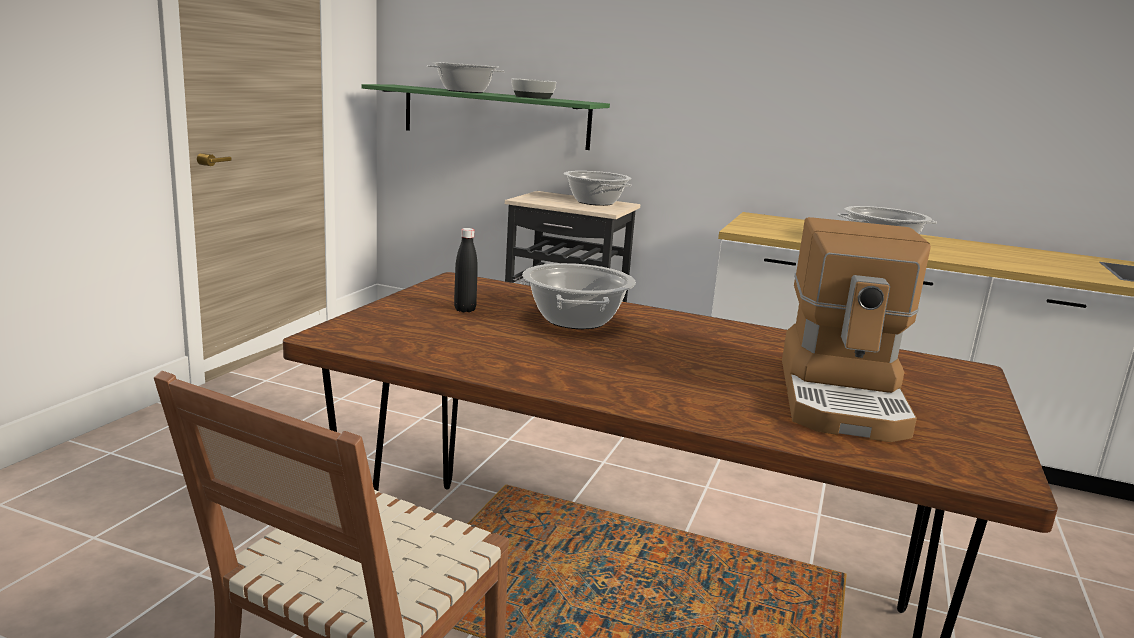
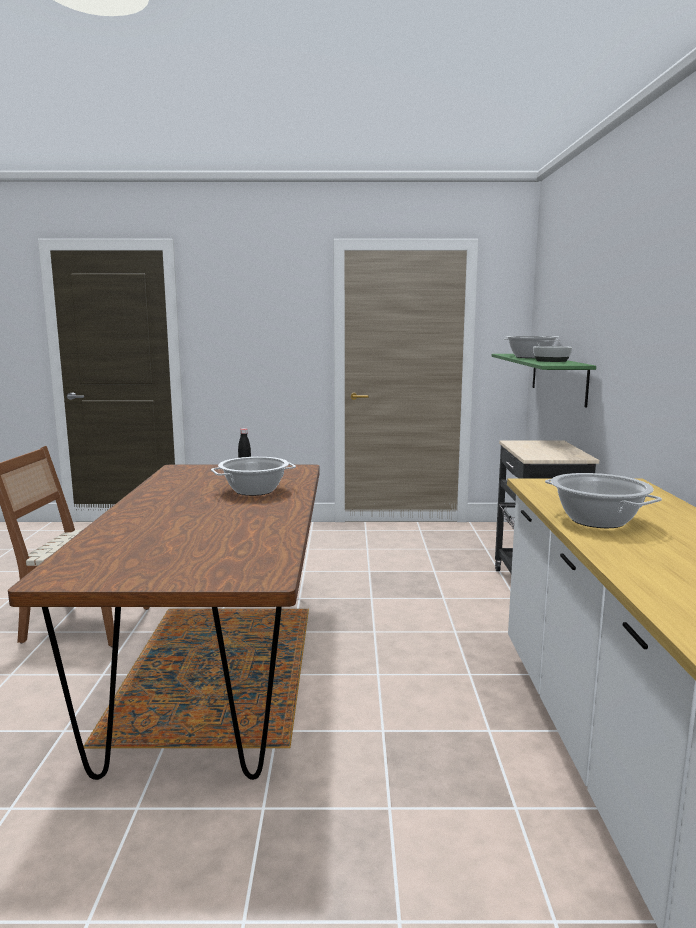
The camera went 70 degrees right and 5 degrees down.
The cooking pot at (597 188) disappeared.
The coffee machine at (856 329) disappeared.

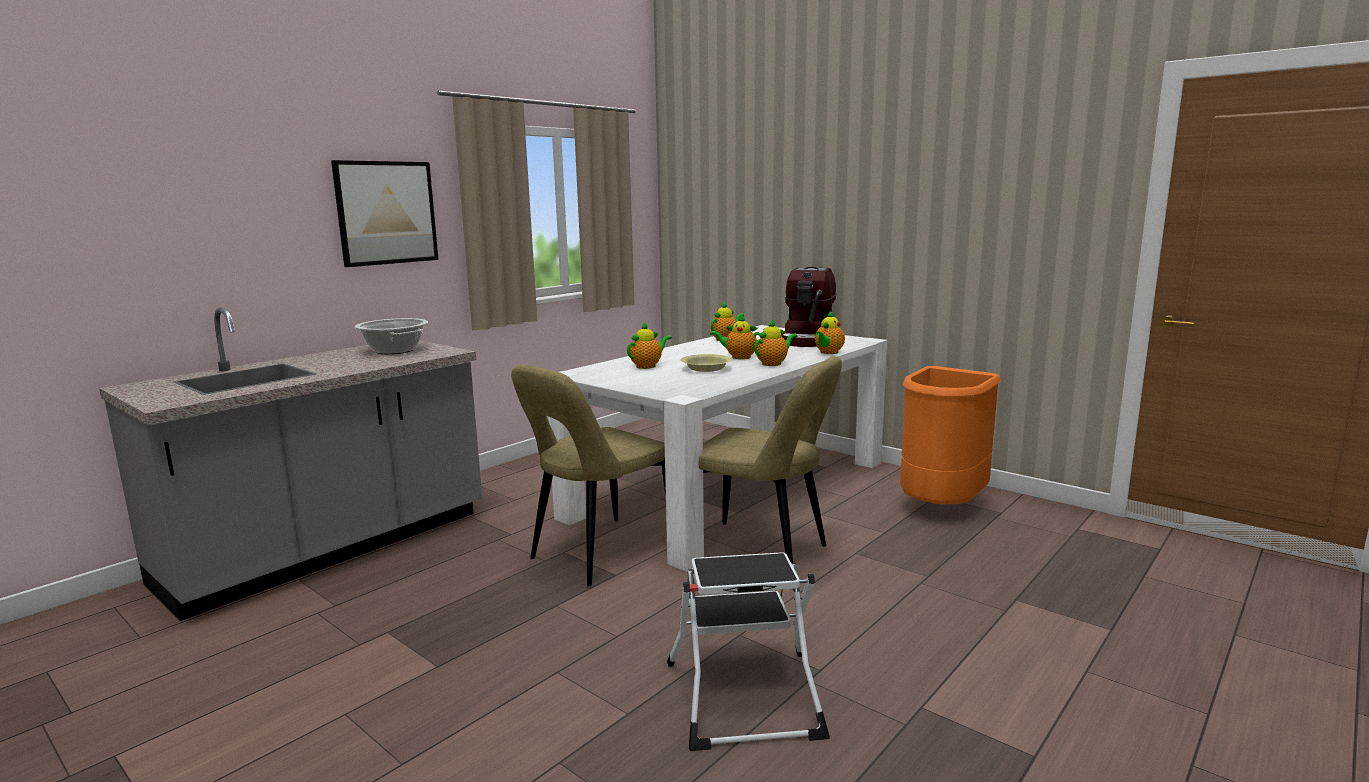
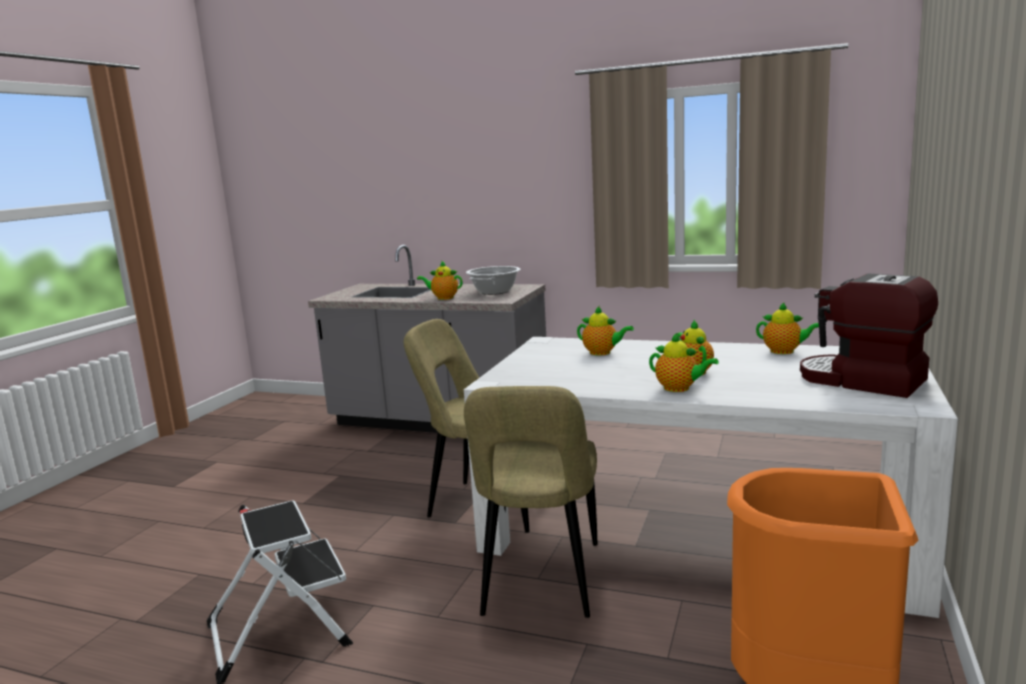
The camera went 70 degrees right and 0 degrees up.
The teapot moved from (830 332) to (440 280).
The coffee machine at (808 307) turned 45 degrees clockwise.
The picture at (385 213) disappeared.
The yellow bowl at (706 363) disappeared.

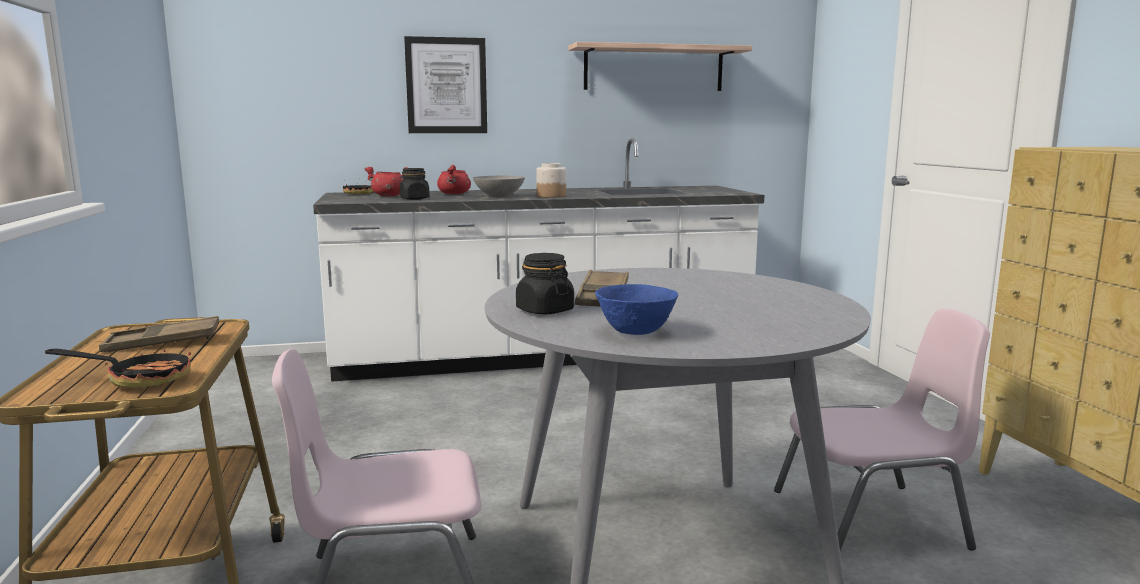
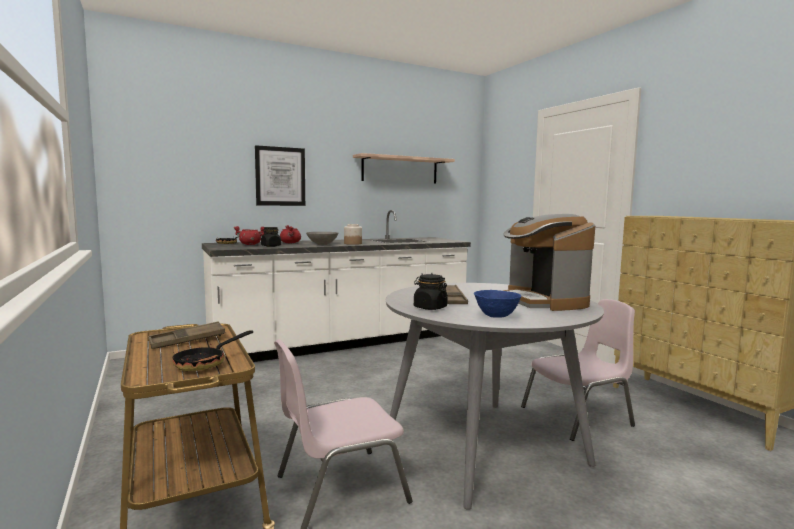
The camera went 15 degrees left and 5 degrees down.
The frying pan at (118 365) turned 135 degrees clockwise.
The coffee machine at (549 262) appeared.

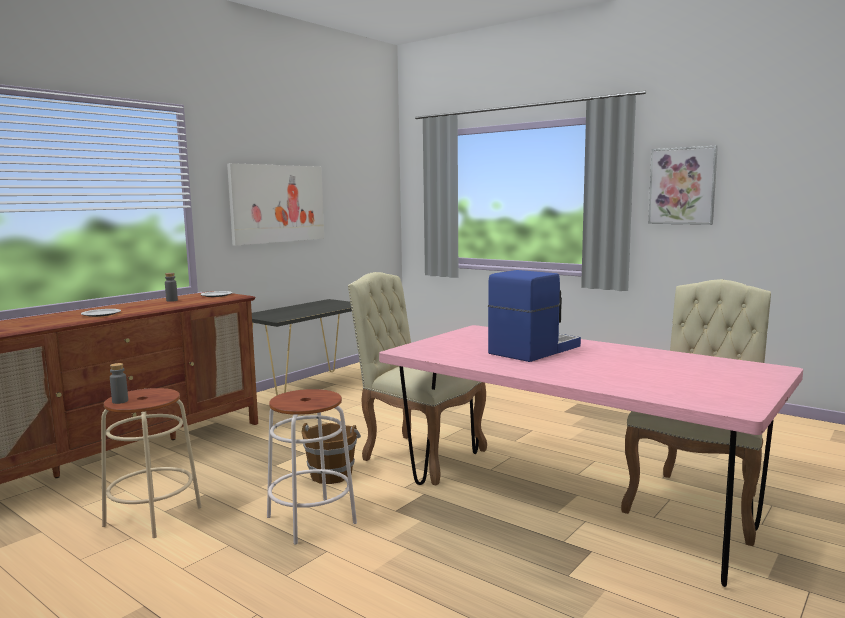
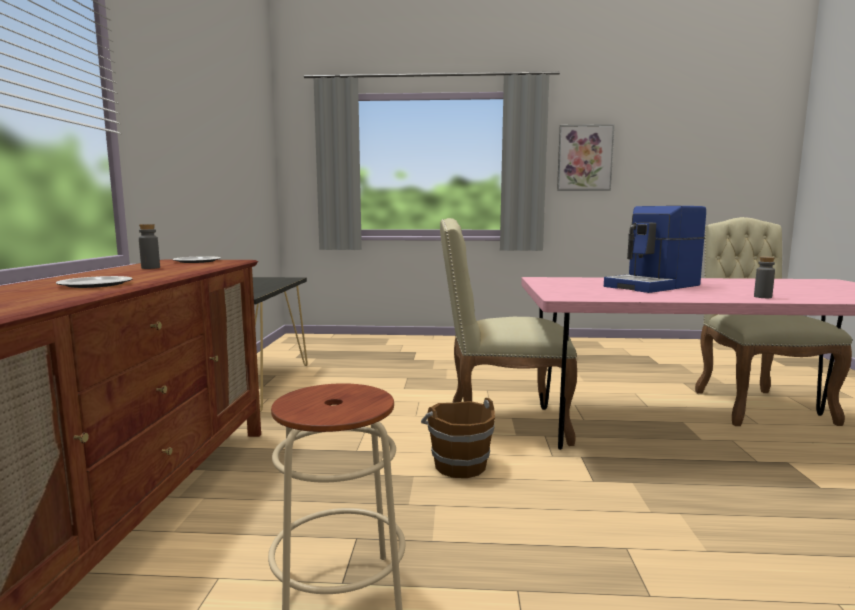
The camera went 35 degrees left and 0 degrees up.
The coffee machine at (534 316) turned 135 degrees counterclockwise.
The grey bottle moved from (119 383) to (764 277).
The picture at (275 204) disappeared.
The white stool at (312 467) disappeared.

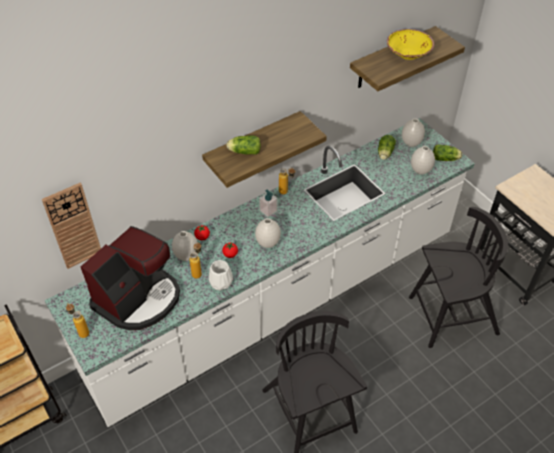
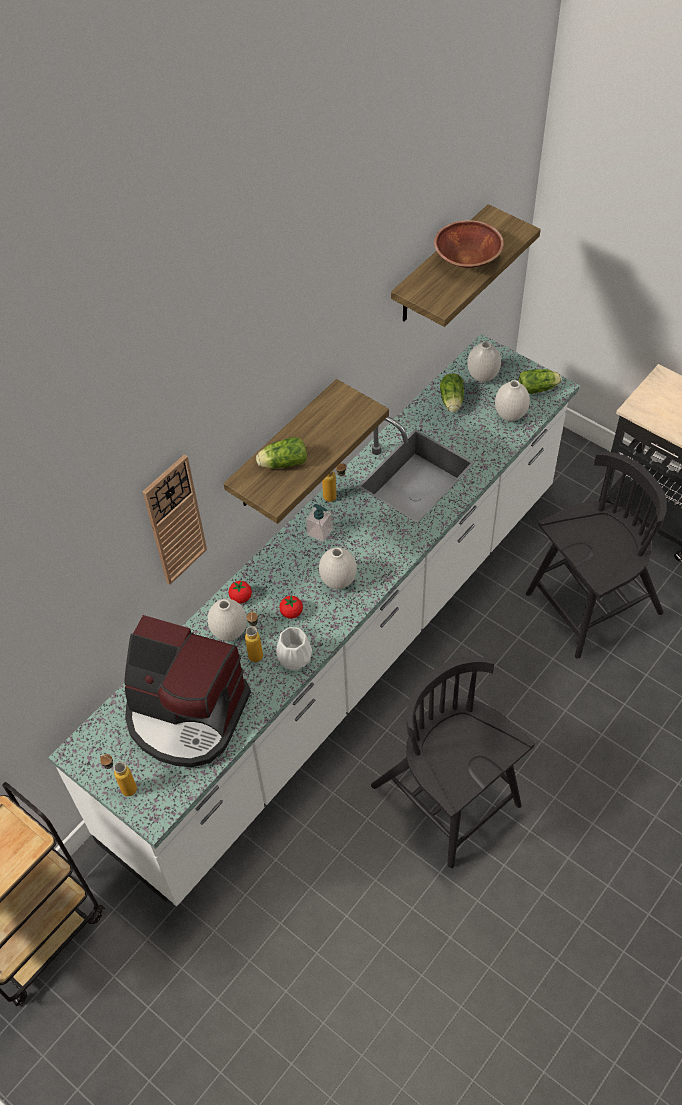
The camera went 15 degrees left and 5 degrees up.
The coffee machine at (130 278) turned 90 degrees clockwise.
The wall clock moved from (71 226) to (174 519).
The yellow bowl at (410 44) became the brown bowl at (469 244).

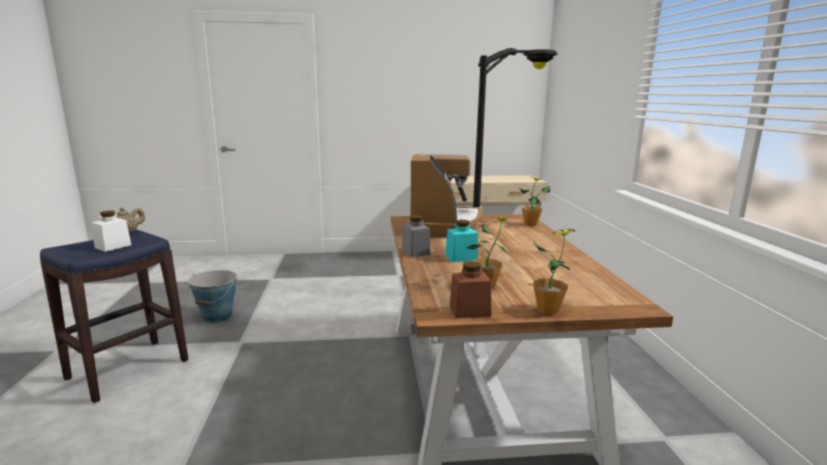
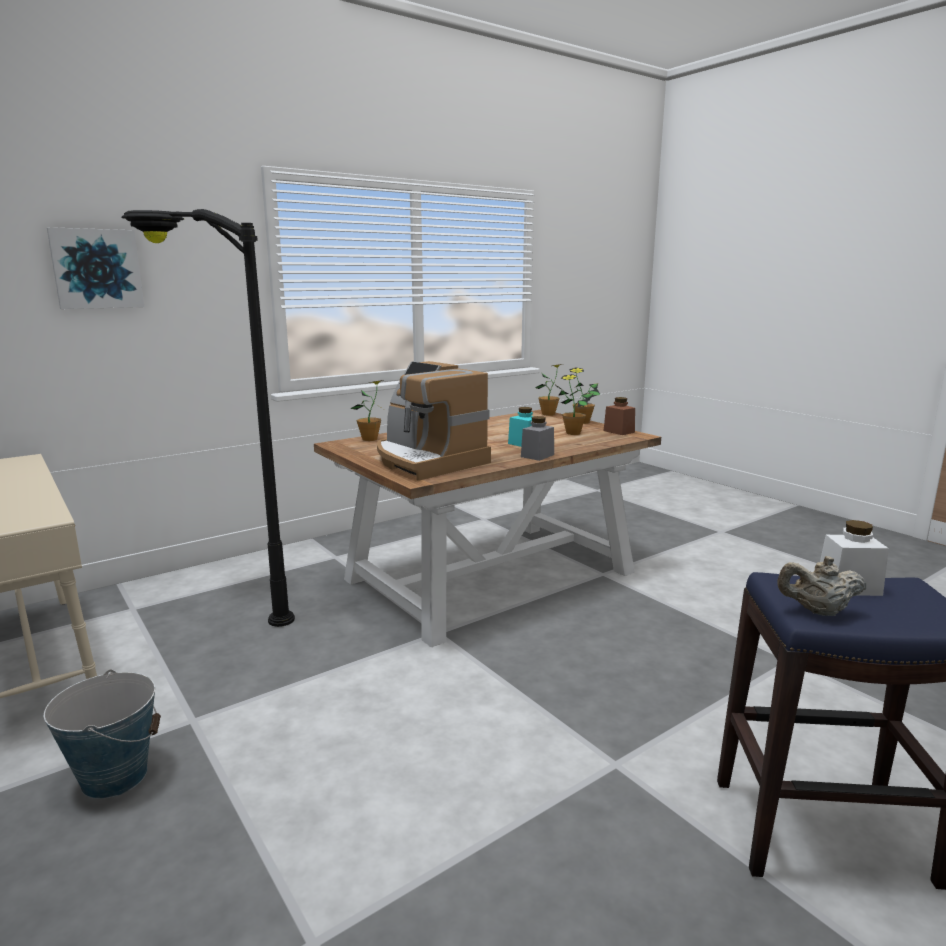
The camera went 120 degrees left and 0 degrees up.
The bucket moved from (212 296) to (102 734).
The picture at (95 268) appeared.
The coffee machine at (446 196) turned 105 degrees counterclockwise.
The potted plant at (548 390) appeared.

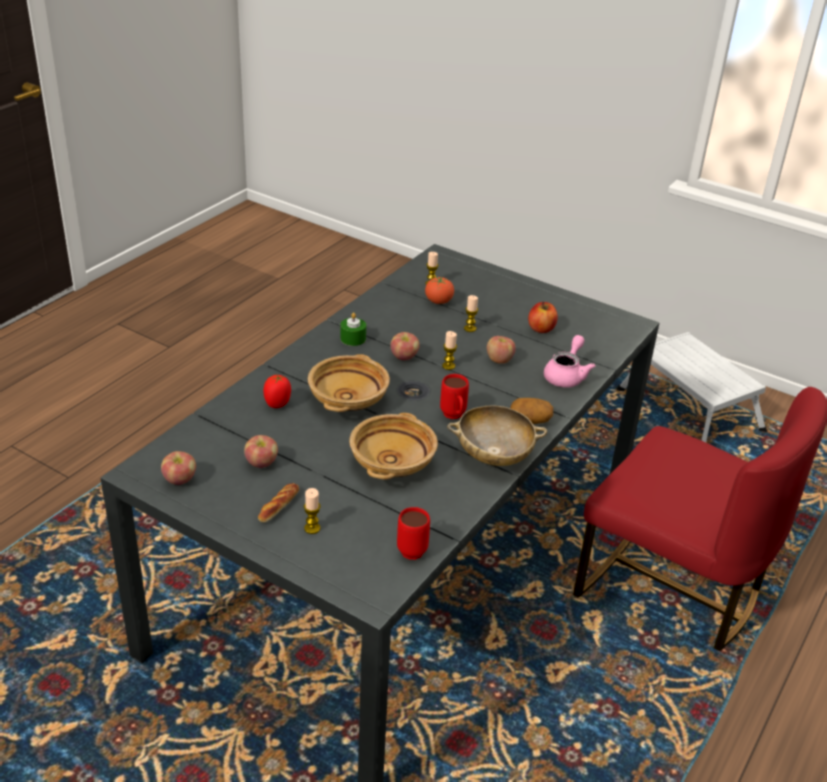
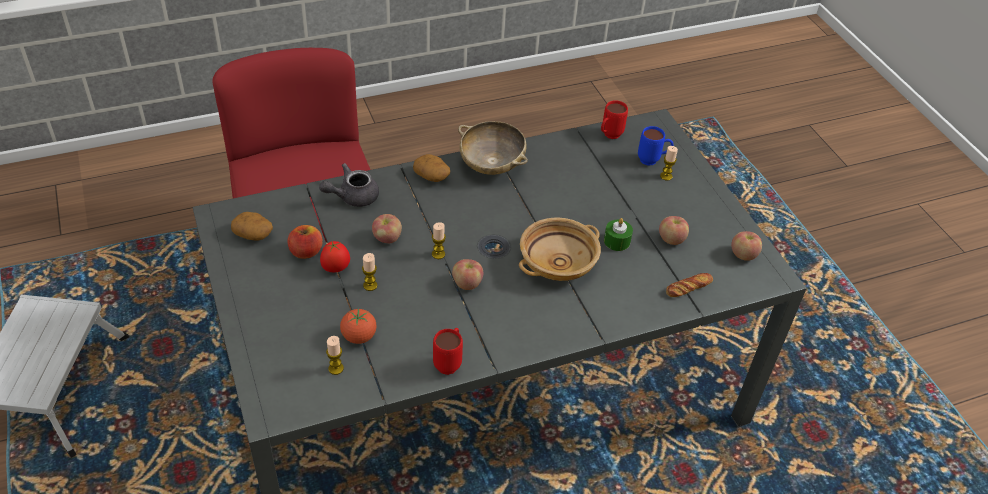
The camera went 145 degrees left and 10 degrees up.
The potato at (252 226) appeared.
The pink teapot at (569 361) became the grey teapot at (349 185).
The tomato moved from (277 391) to (335 256).
The red mug moved from (454 396) to (448 351).
The green candle moved from (353 329) to (618 234).
The blue mug at (656 146) appeared.
The bread moved from (278 502) to (689 285).
The beige bowl at (393 446) disappeared.

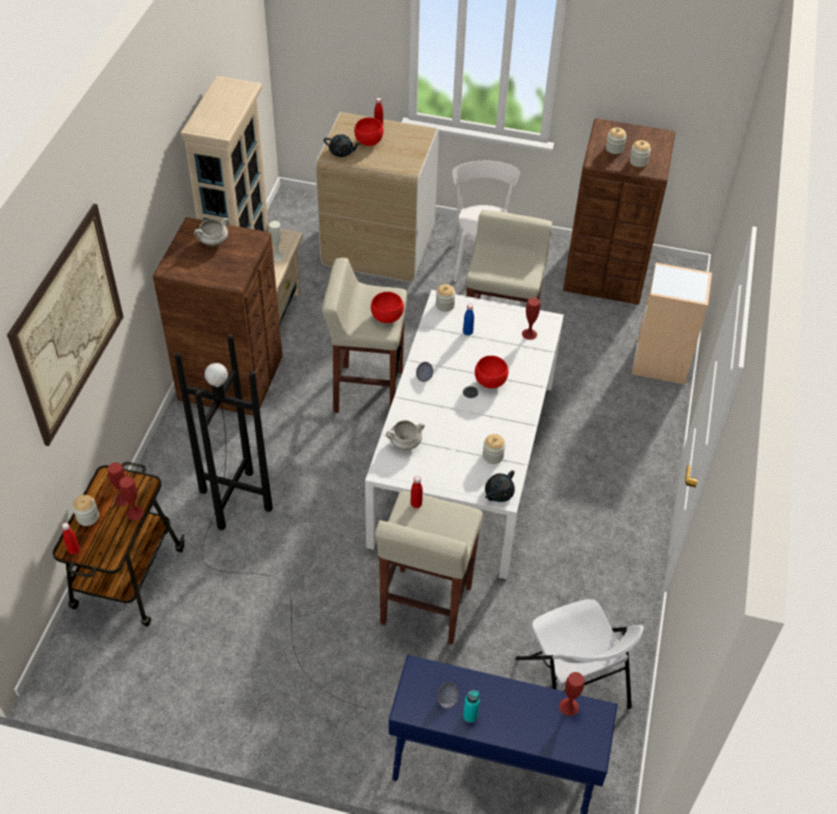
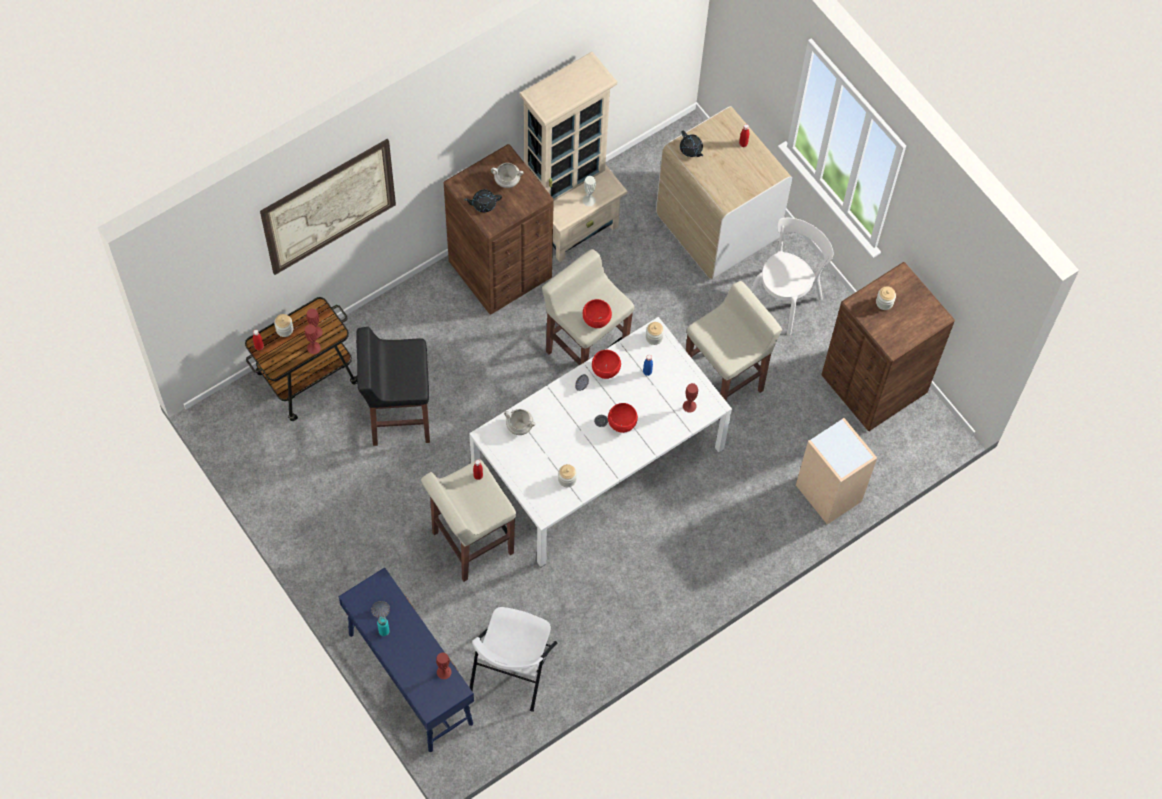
The camera went 40 degrees right and 15 degrees up.
The black floor lamp at (271 521) was replaced by the black stool at (393 386).
The black teapot moved from (500 486) to (483 200).
The red bowl moved from (369 131) to (606 364).
The jar at (640 153) disappeared.

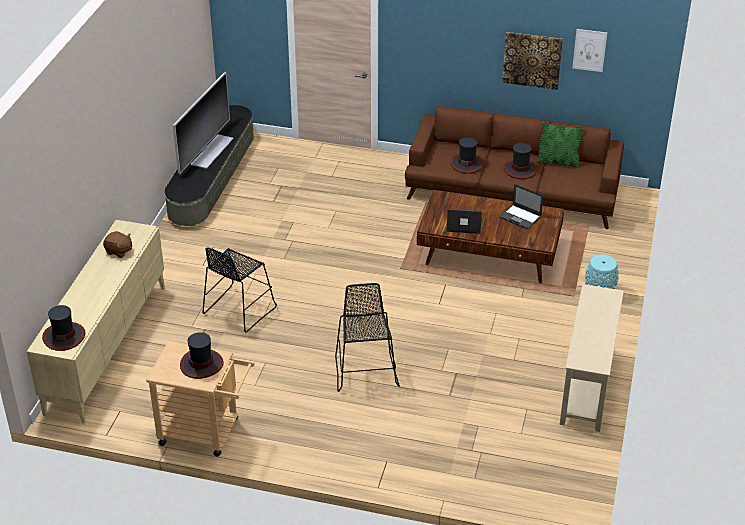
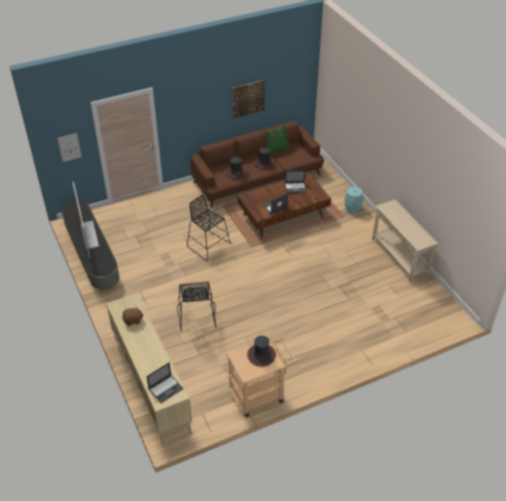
The camera went 40 degrees left and 5 degrees up.
The picture moved from (589 50) to (70 147).
The hat at (63 328) was replaced by the laptop at (164 382).
The black stool moved from (367 337) to (209 228).

